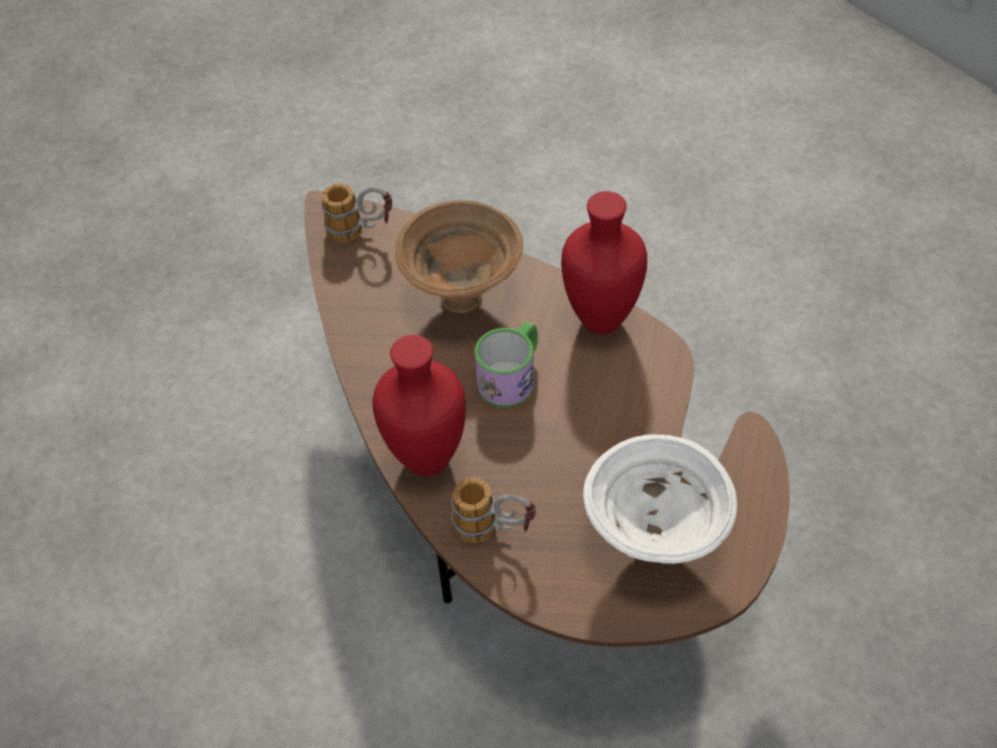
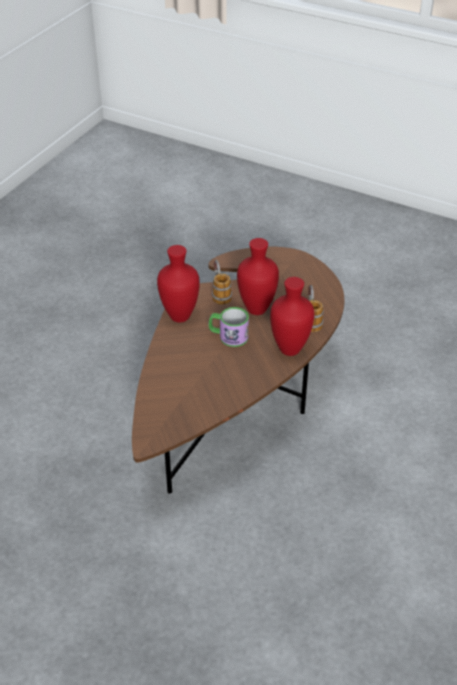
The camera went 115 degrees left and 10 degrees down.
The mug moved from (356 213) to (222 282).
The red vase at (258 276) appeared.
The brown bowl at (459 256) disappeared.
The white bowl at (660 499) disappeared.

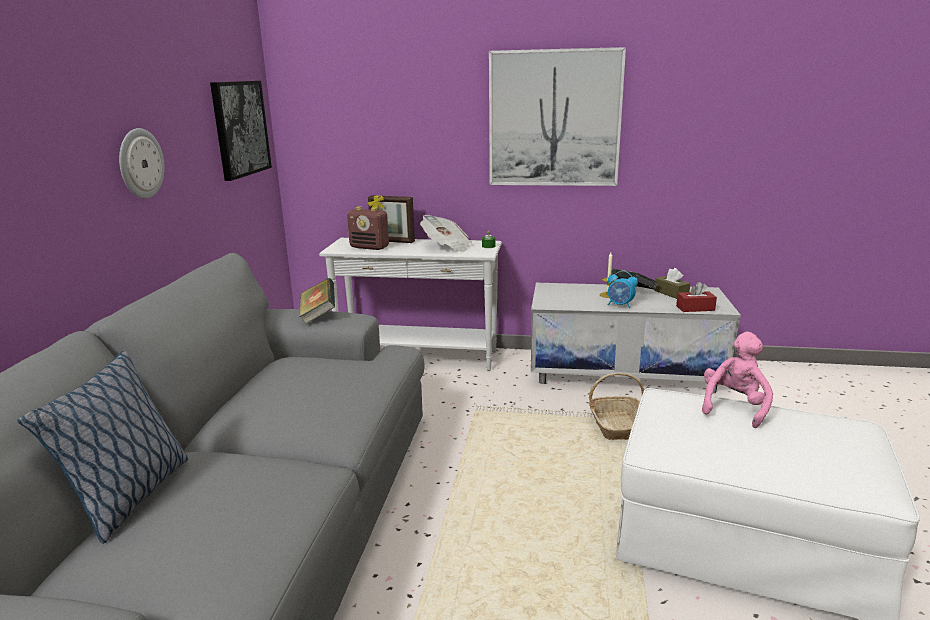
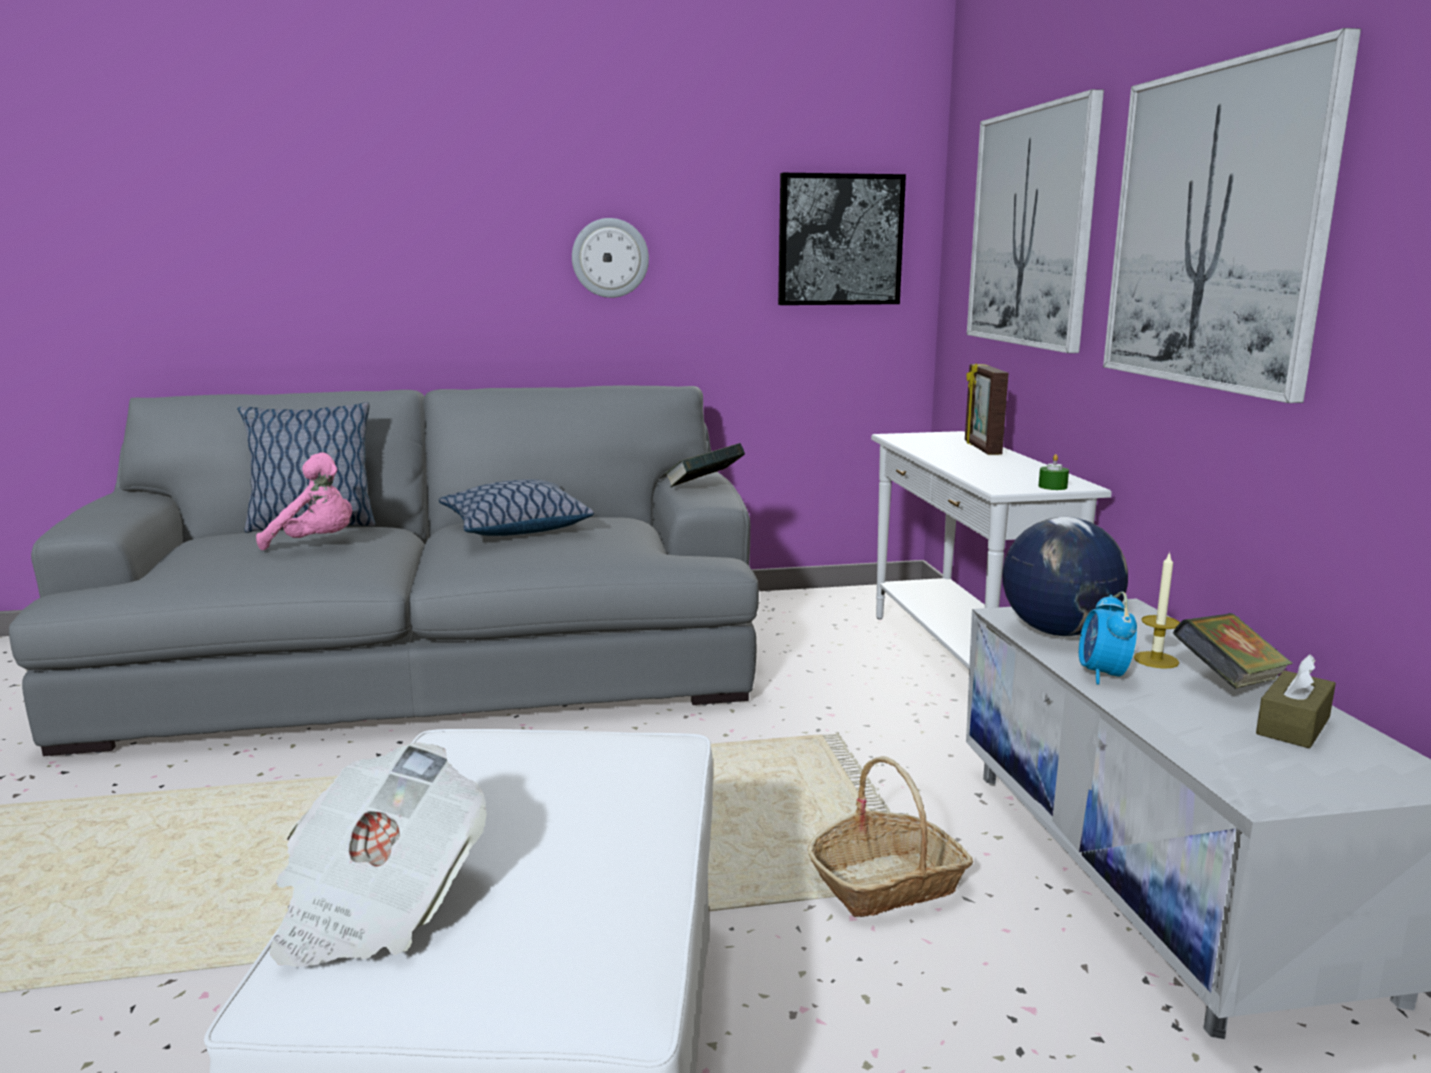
The camera went 70 degrees right and 5 degrees down.
The pink plush toy moved from (737 380) to (304 501).
The newspaper moved from (446 233) to (378 855).
The pillow at (516 507) appeared.
The picture at (1035 221) appeared.
The globe at (1065 576) appeared.
The radio at (368 228) disappeared.
The red tissue box at (696 297) disappeared.

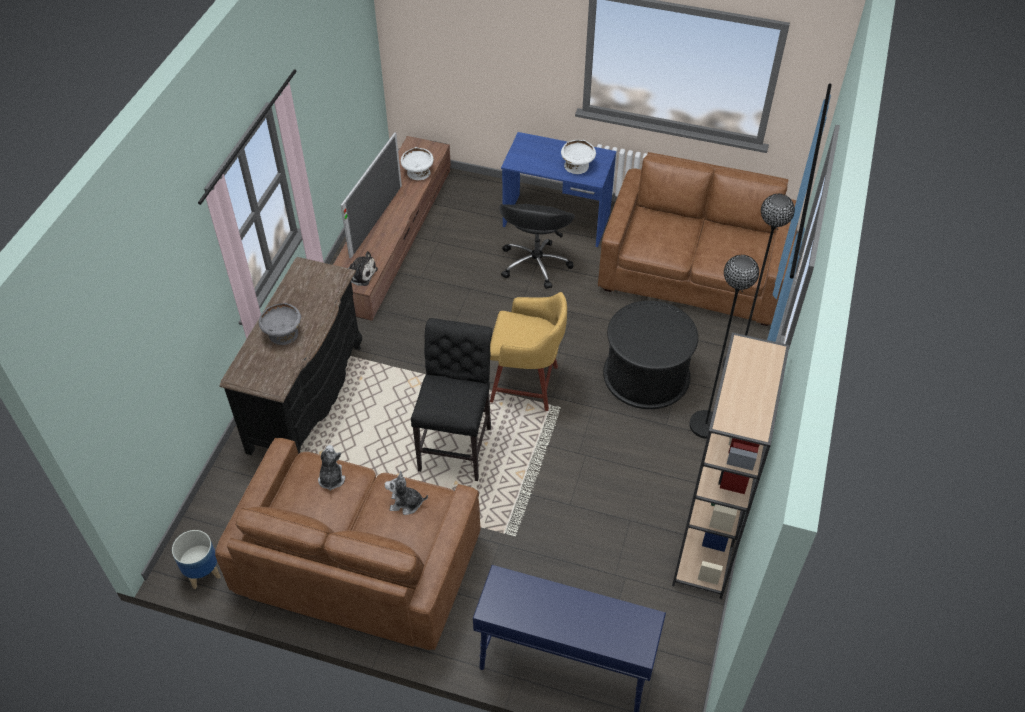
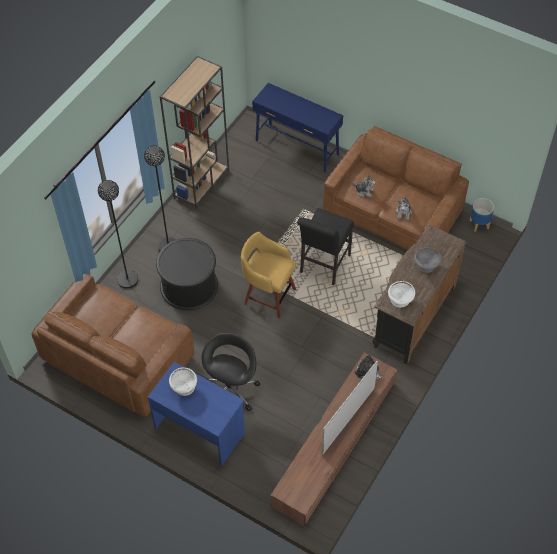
The camera went 165 degrees left and 5 degrees up.
The white bowl moved from (417 163) to (401 294).

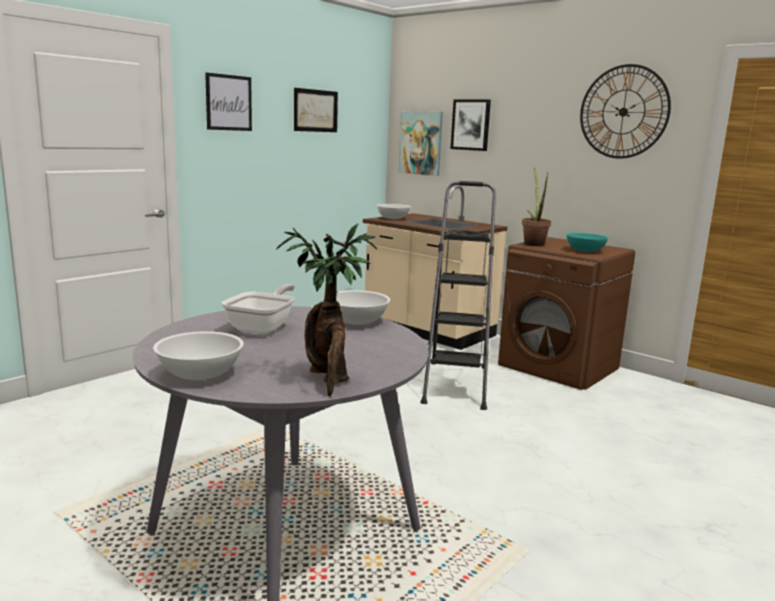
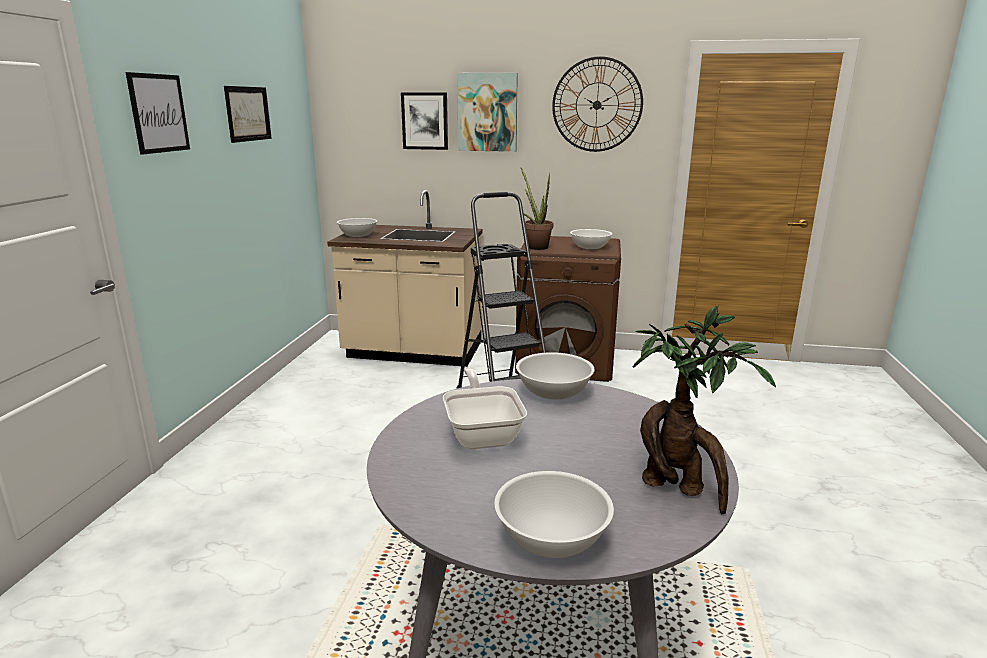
The camera went 30 degrees left and 5 degrees up.
The picture moved from (421 143) to (487 112).
The turquoise bowl at (587 242) became the white bowl at (591 239).

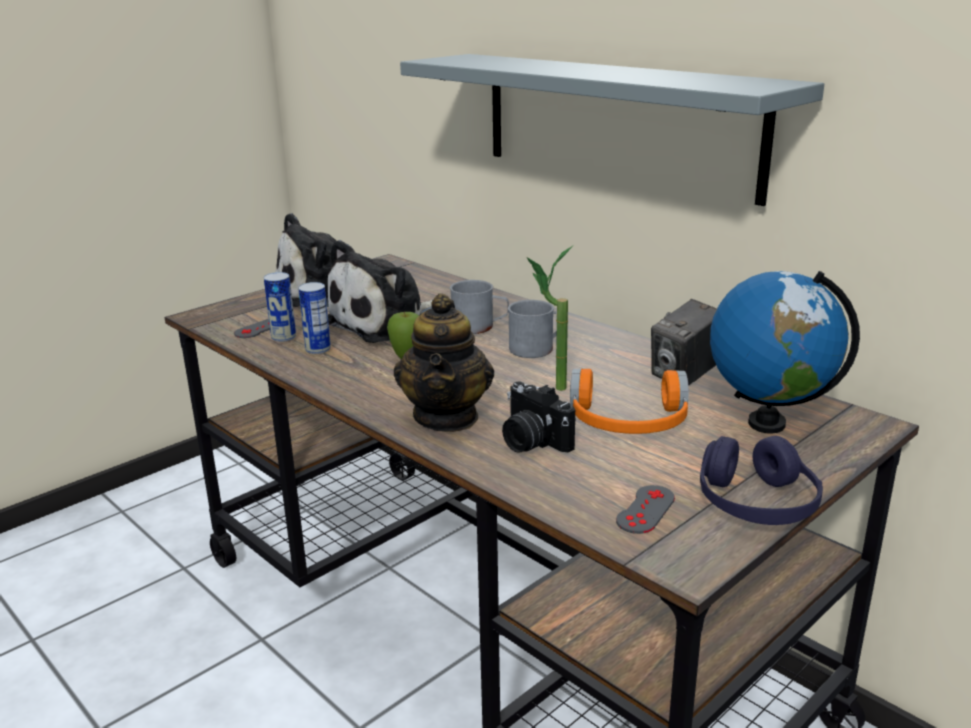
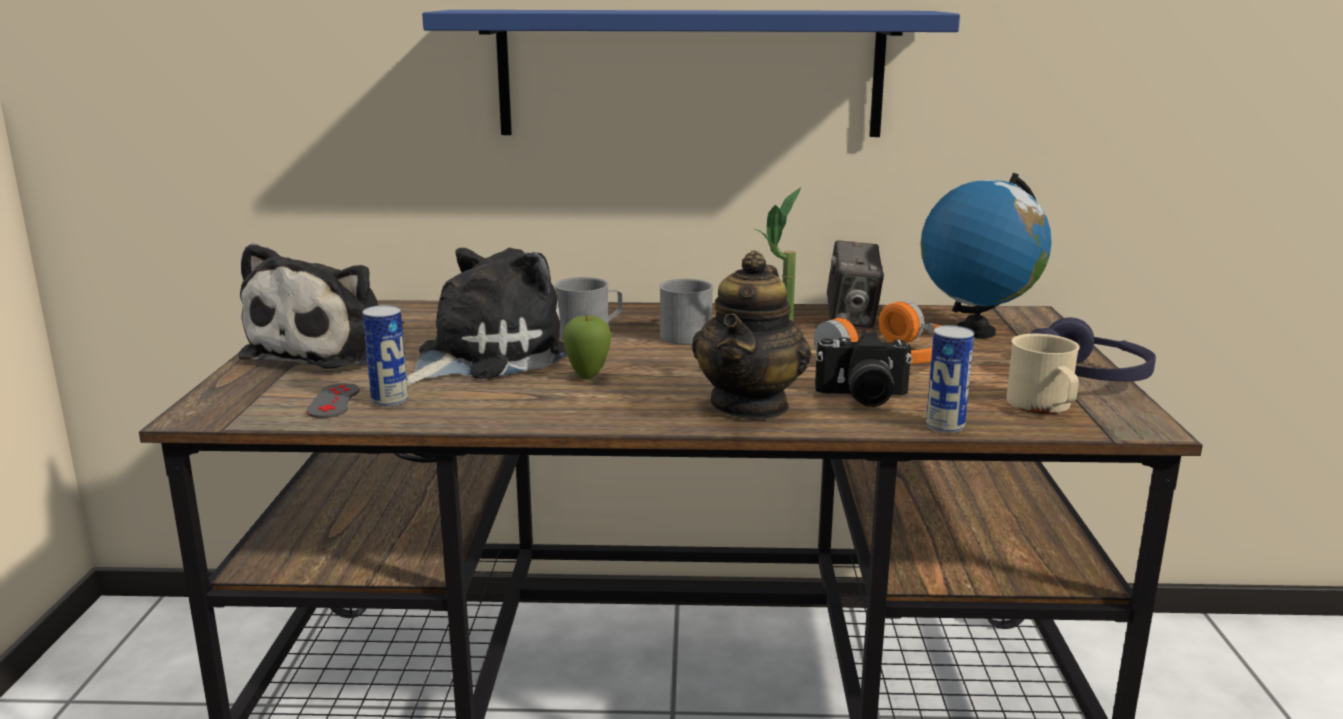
The camera went 45 degrees left and 5 degrees down.
The plush toy at (380 291) turned 135 degrees counterclockwise.
The grey shelf at (612 130) became the blue shelf at (691 73).
The teapot at (444 362) turned 60 degrees clockwise.
The can moved from (314 318) to (950 379).
The grey game controller at (645 509) was replaced by the beige mug at (1043 374).

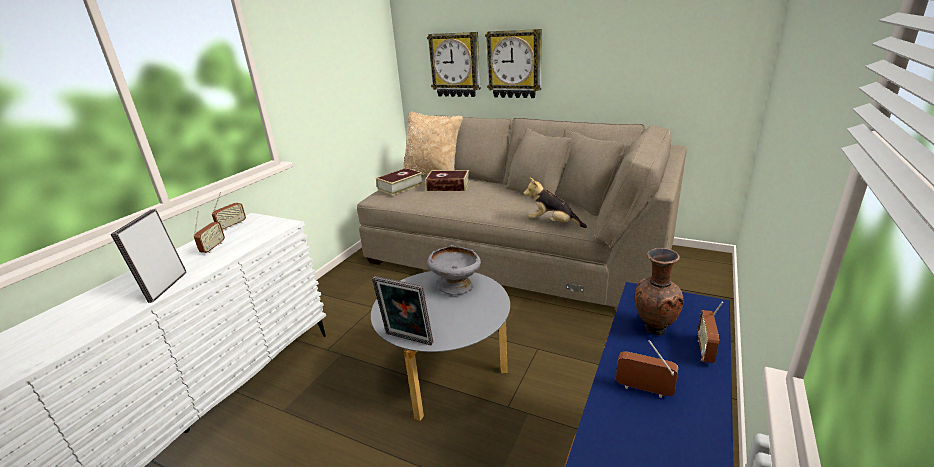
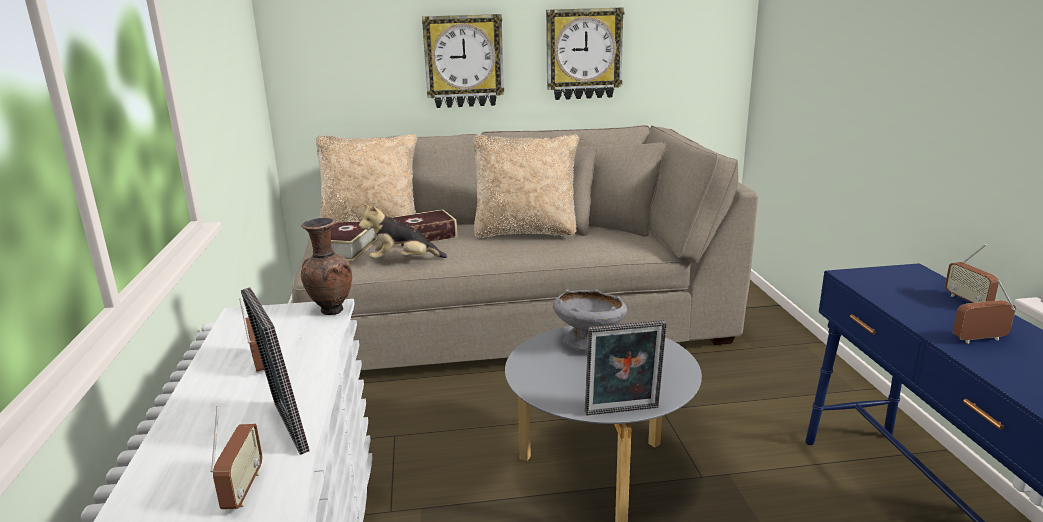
The camera went 35 degrees left and 5 degrees down.
The radio moved from (229 211) to (236 457).
The brown vase moved from (659 291) to (326 266).
The plush toy moved from (555 203) to (403 231).
The beige pillow at (526 186) appeared.
The wall clock moved from (454 64) to (585 53).

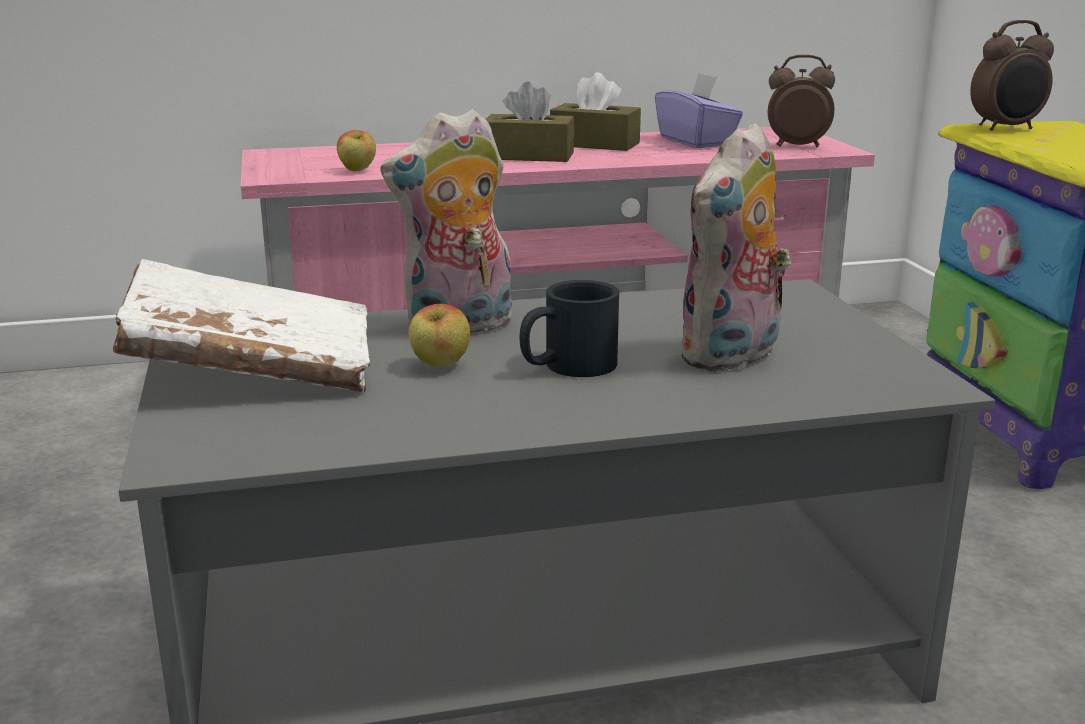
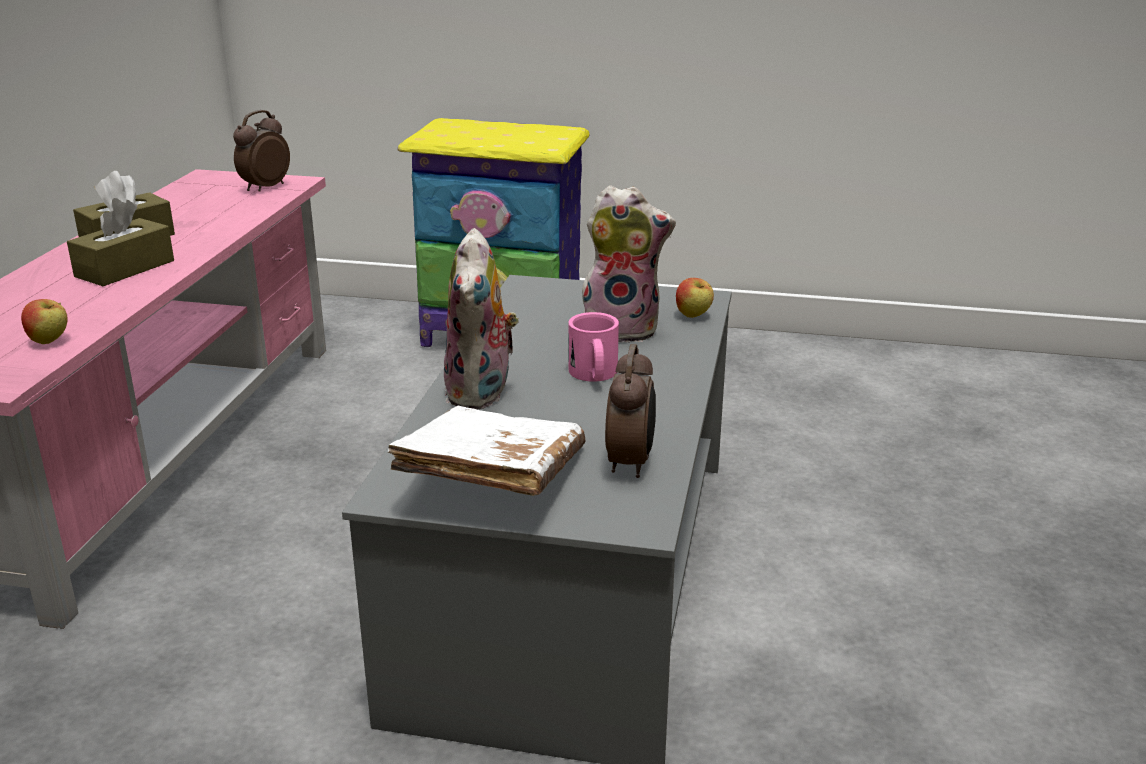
The camera went 65 degrees left and 5 degrees up.
The black mug at (569 328) became the pink mug at (593 347).
The plush toy at (734 247) turned 60 degrees counterclockwise.
The alarm clock moved from (1012 75) to (630 411).
The apple moved from (439 336) to (695 298).
The purple tissue box at (699 110) disappeared.

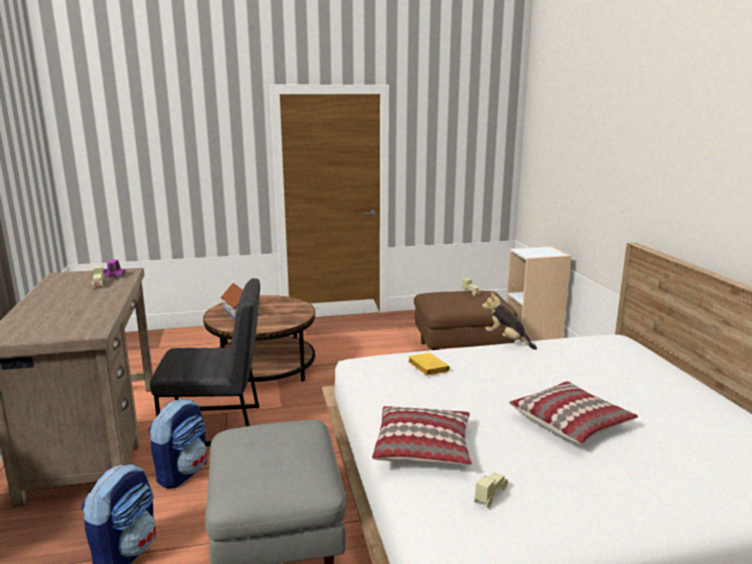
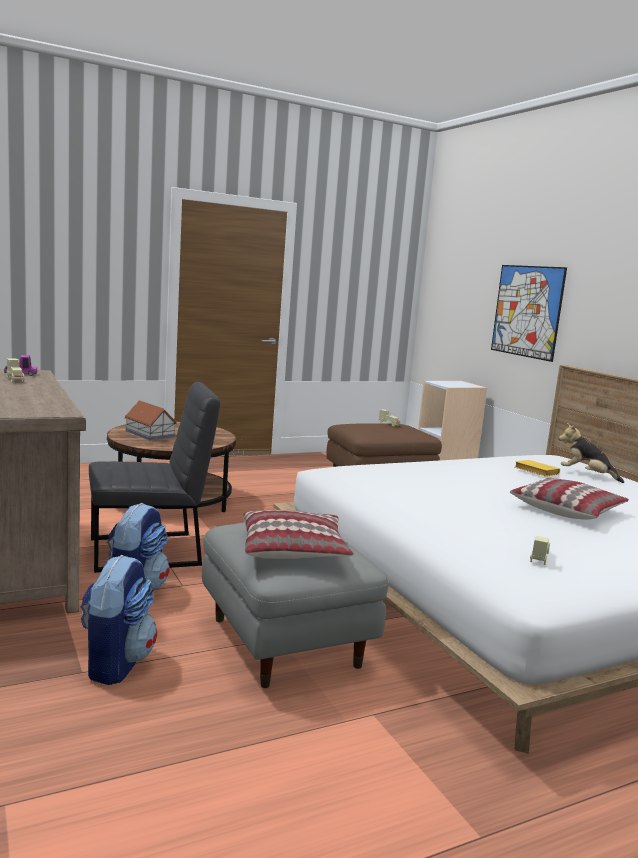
The camera went 15 degrees left and 5 degrees down.
The pillow moved from (422 435) to (298 534).
The picture at (529 313) appeared.
The yellow book moved from (429 364) to (537 468).
The plush toy moved from (509 321) to (591 453).

